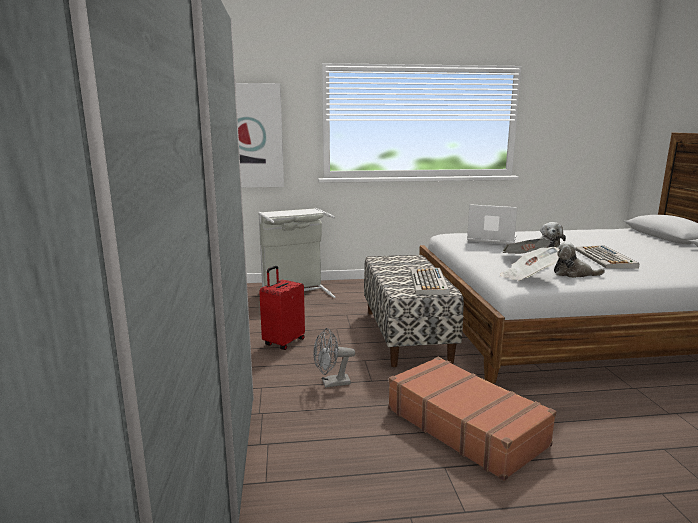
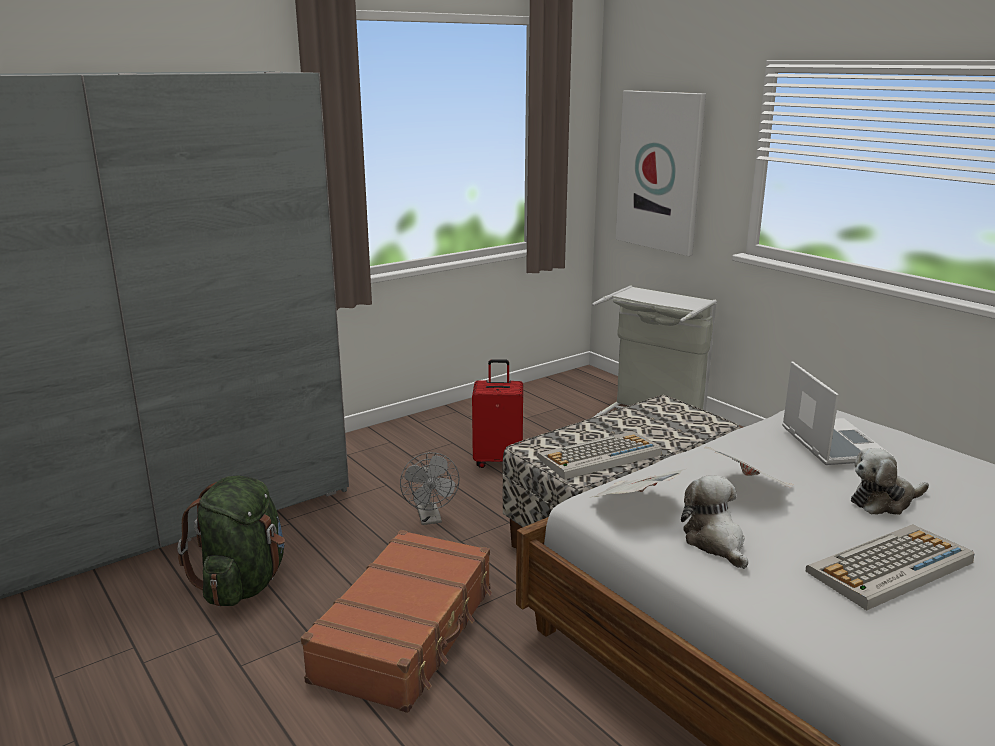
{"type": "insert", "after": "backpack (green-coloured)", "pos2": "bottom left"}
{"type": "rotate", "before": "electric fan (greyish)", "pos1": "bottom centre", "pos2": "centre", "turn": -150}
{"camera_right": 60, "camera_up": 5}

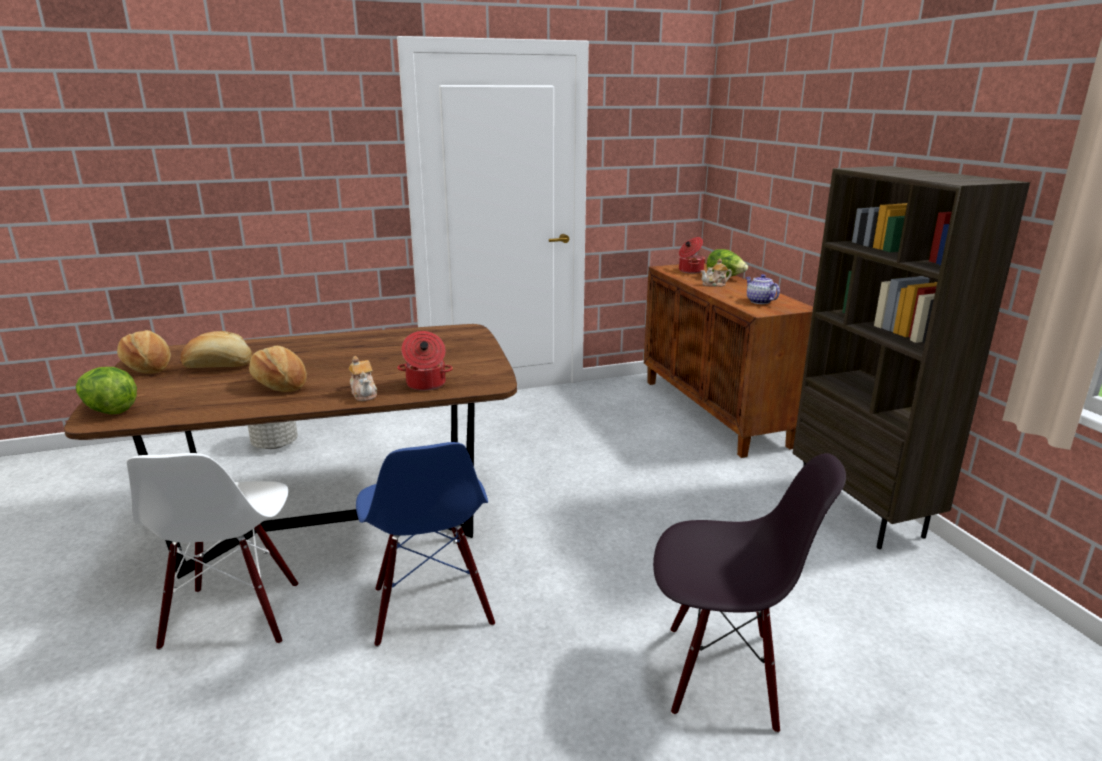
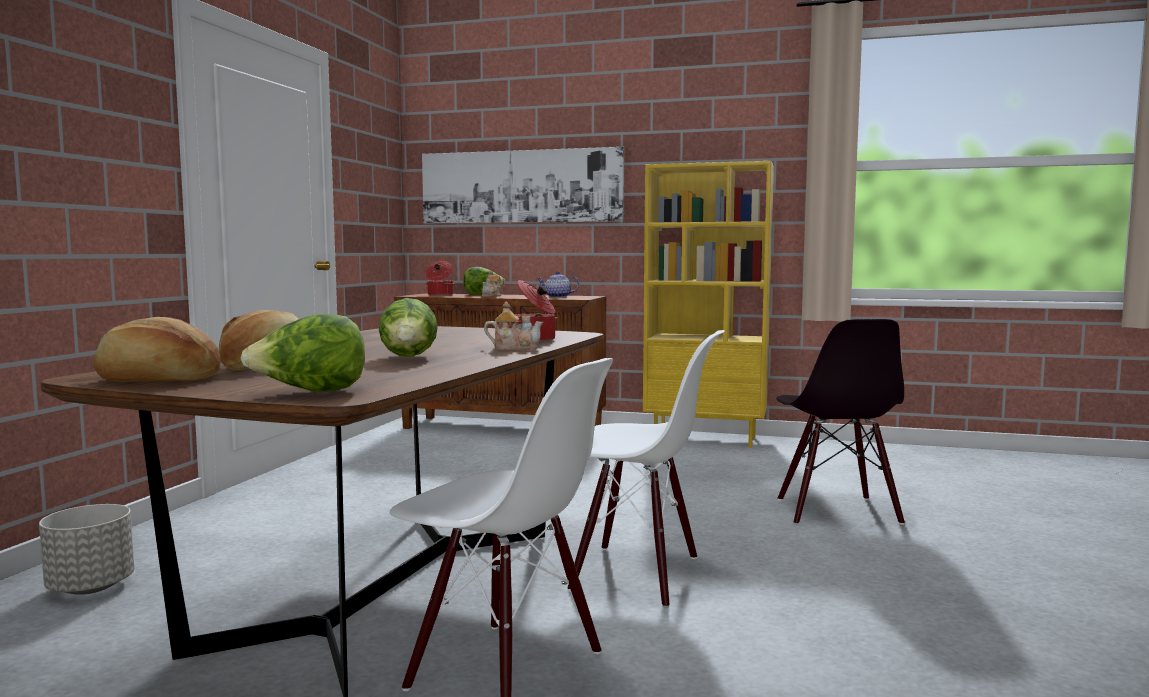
{"type": "insert", "after": "wall art", "pos2": "top centre"}
{"type": "replace", "before": "bread (3rd from left)", "after": "lettuce (2nd from left)", "pos1": "middle left", "pos2": "centre"}
{"type": "recolor", "before": "chair (blue-coloured)", "after": "chair (whitish) (2nd from left)", "pos1": "bottom centre", "pos2": "bottom centre"}
{"type": "recolor", "before": "shelving unit (brown)", "after": "shelving unit (yellow-coloured)", "pos1": "middle right", "pos2": "centre"}
{"type": "rotate", "before": "chair (black-coloured)", "pos1": "bottom right", "pos2": "middle right", "turn": 135}
{"camera_right": -55, "camera_up": -15}

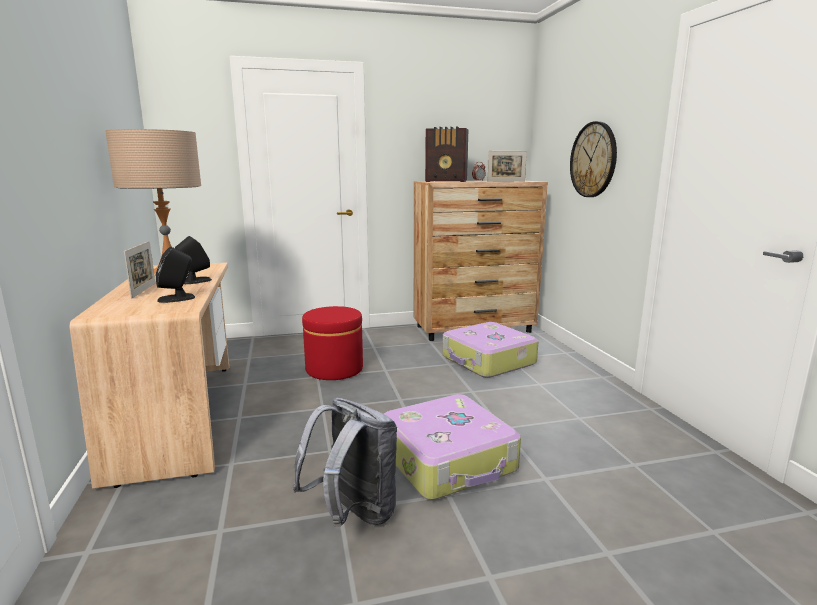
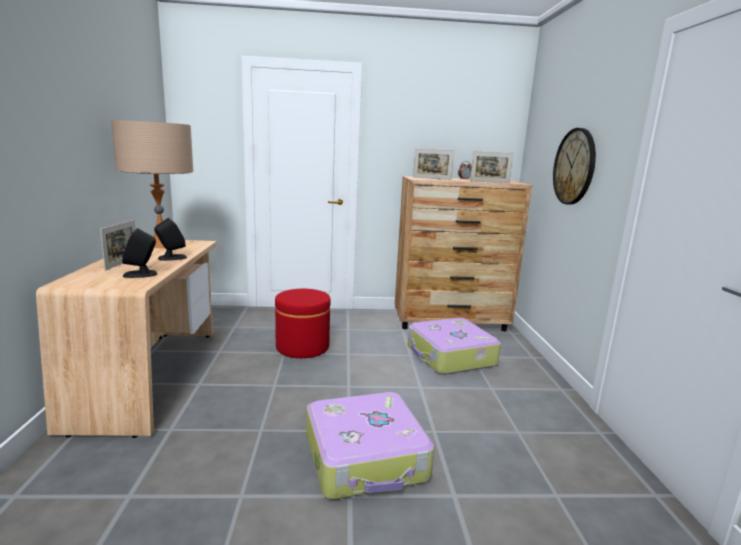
{"type": "delete", "before": "backpack (greyish)", "pos1": "bottom centre"}
{"type": "replace", "before": "radio", "after": "standing frame (2nd from left)", "pos1": "top centre", "pos2": "top centre"}
{"camera_right": 10, "camera_up": 0}

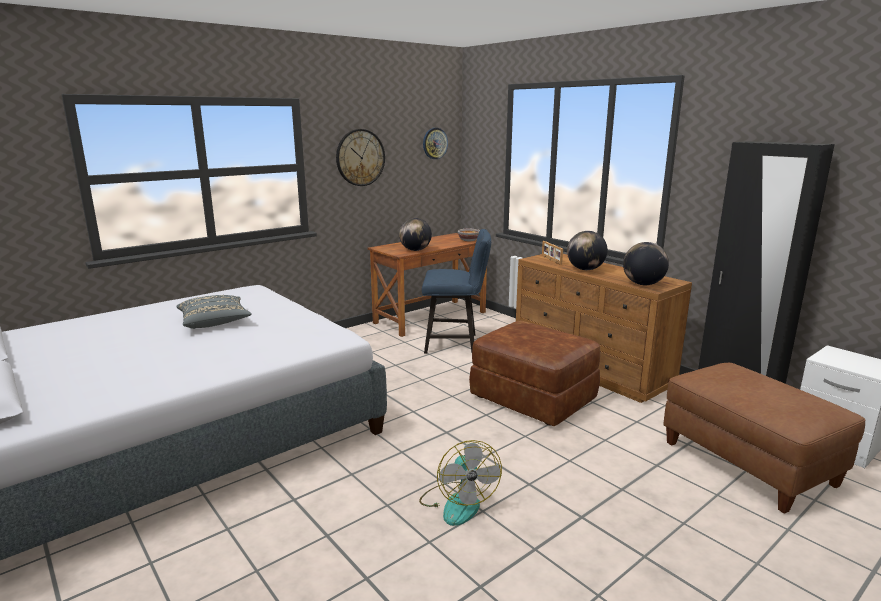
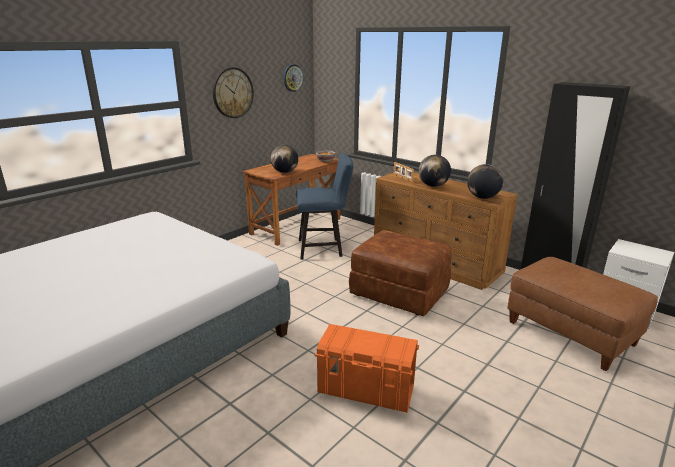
{"type": "delete", "before": "throw pillow (greyish)", "pos1": "middle left"}
{"type": "replace", "before": "electric fan", "after": "storage box (orangey)", "pos1": "bottom centre", "pos2": "bottom centre"}
{"camera_right": -10, "camera_up": 5}

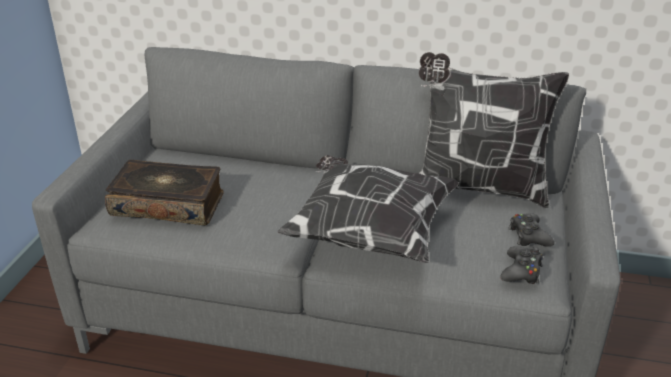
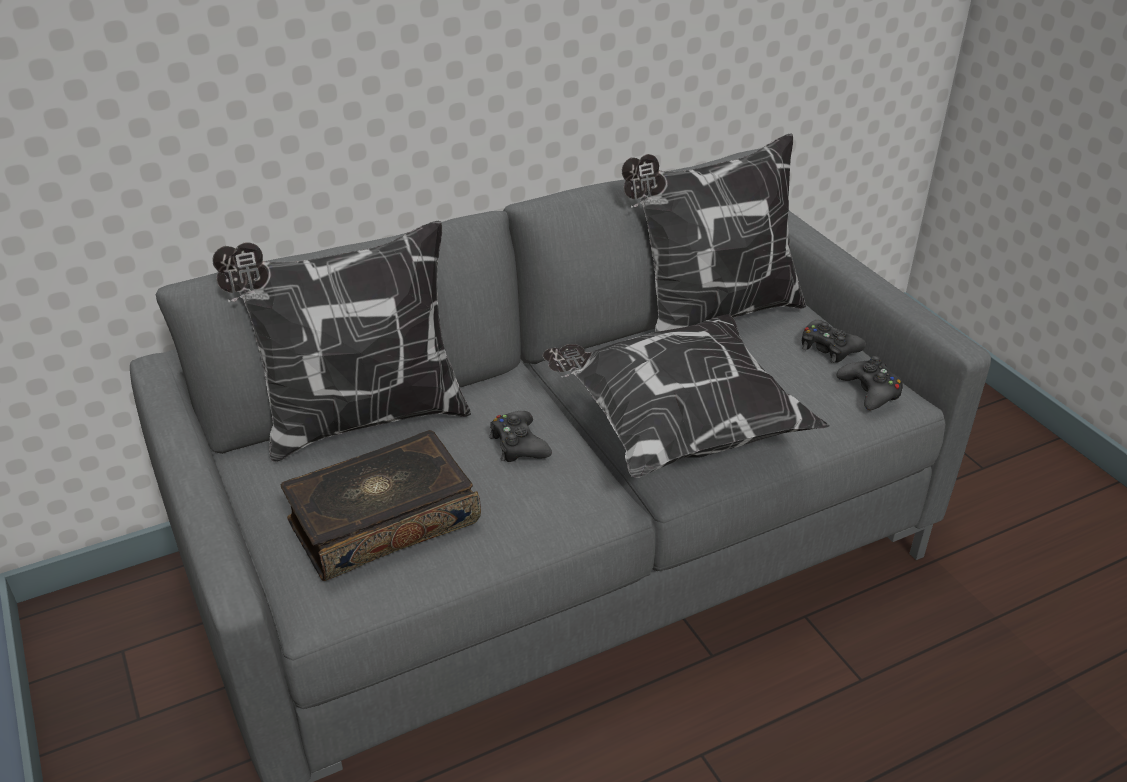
{"type": "insert", "after": "throw pillow (1st from left)", "pos2": "middle left"}
{"type": "insert", "after": "joypad (black-coloured) (1st from left)", "pos2": "centre"}
{"camera_right": -40, "camera_up": 5}

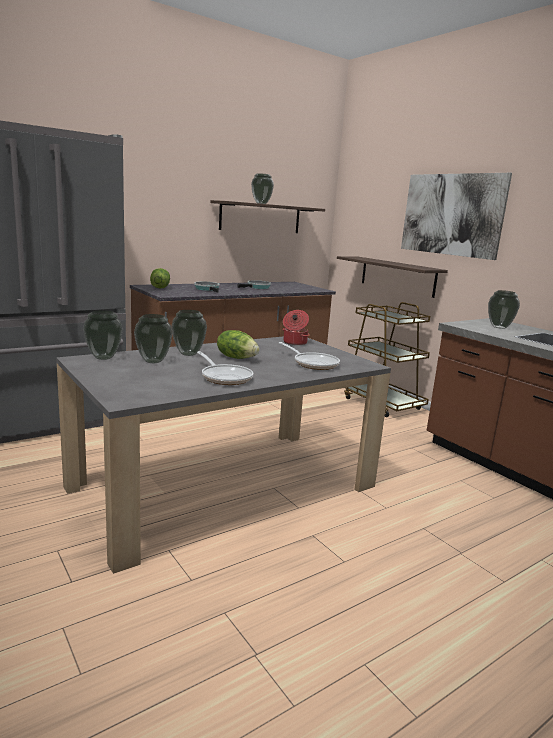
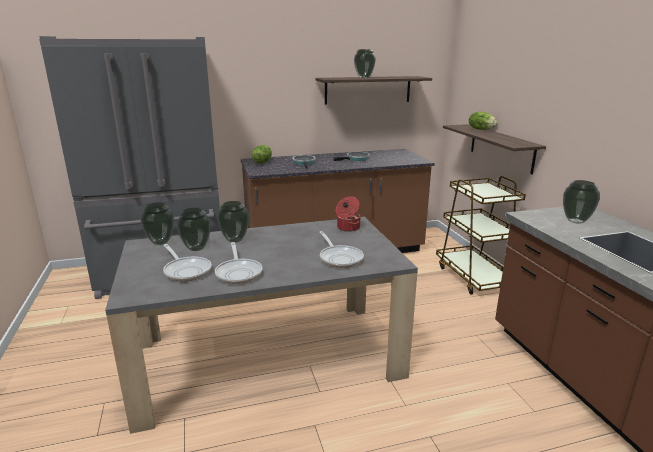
{"type": "delete", "before": "wall art", "pos1": "top right"}
{"type": "insert", "after": "pan (1st from left)", "pos2": "middle left"}
{"type": "move", "before": "lettuce (2nd from left)", "pos1": "centre", "pos2": "top right"}
{"camera_right": 20, "camera_up": 5}

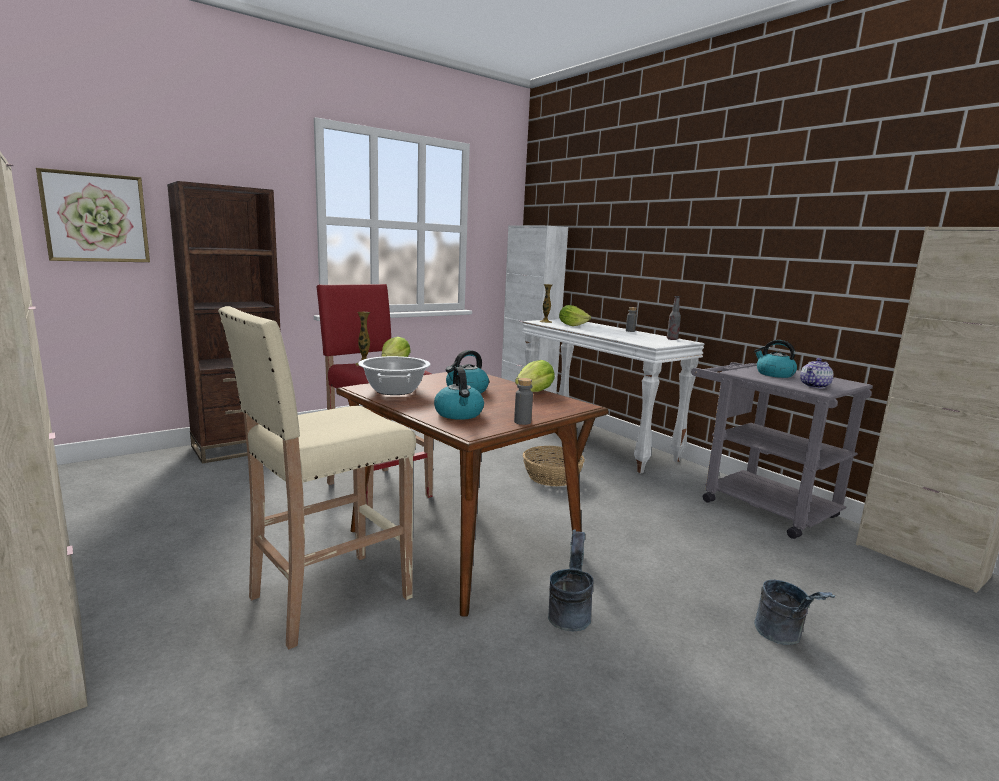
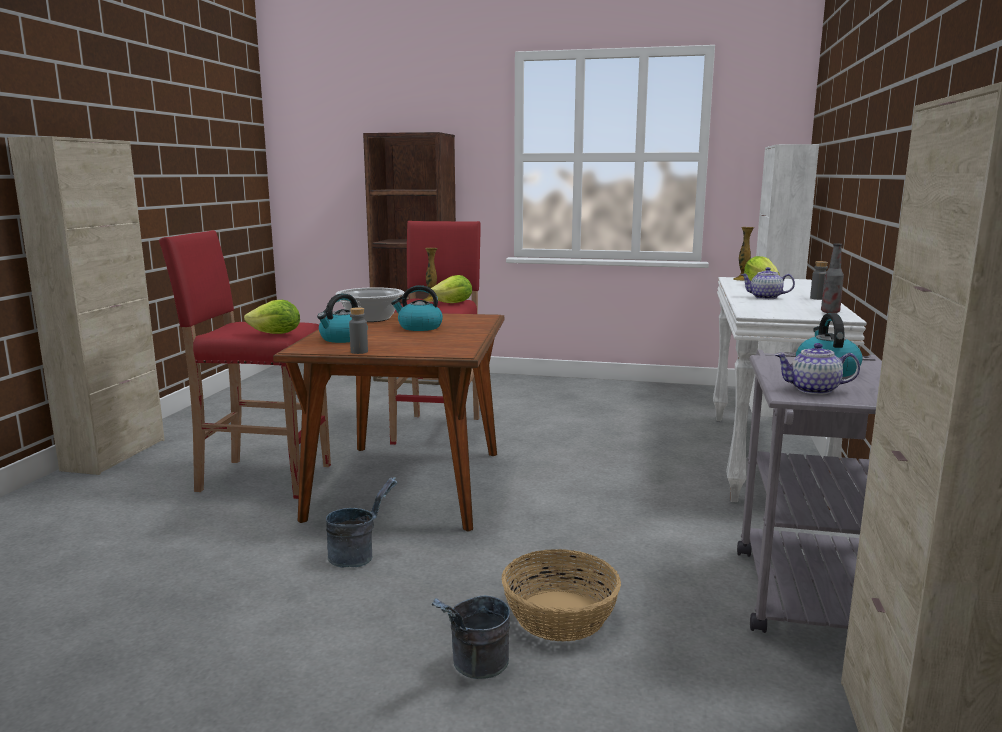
{"type": "delete", "before": "wall art", "pos1": "top left"}
{"type": "insert", "after": "pot for tea (1st from left)", "pos2": "middle right"}
{"type": "move", "before": "lettuce (2nd from left in the first image)", "after": "lettuce (1st from left)", "pos1": "centre", "pos2": "middle left"}
{"type": "move", "before": "storage basket", "pos1": "centre", "pos2": "bottom centre"}
{"type": "recolor", "before": "stool seat (beige-coloured)", "after": "stool seat (reddish) (1st from left)", "pos1": "middle left", "pos2": "middle left"}
{"camera_right": 50, "camera_up": 0}

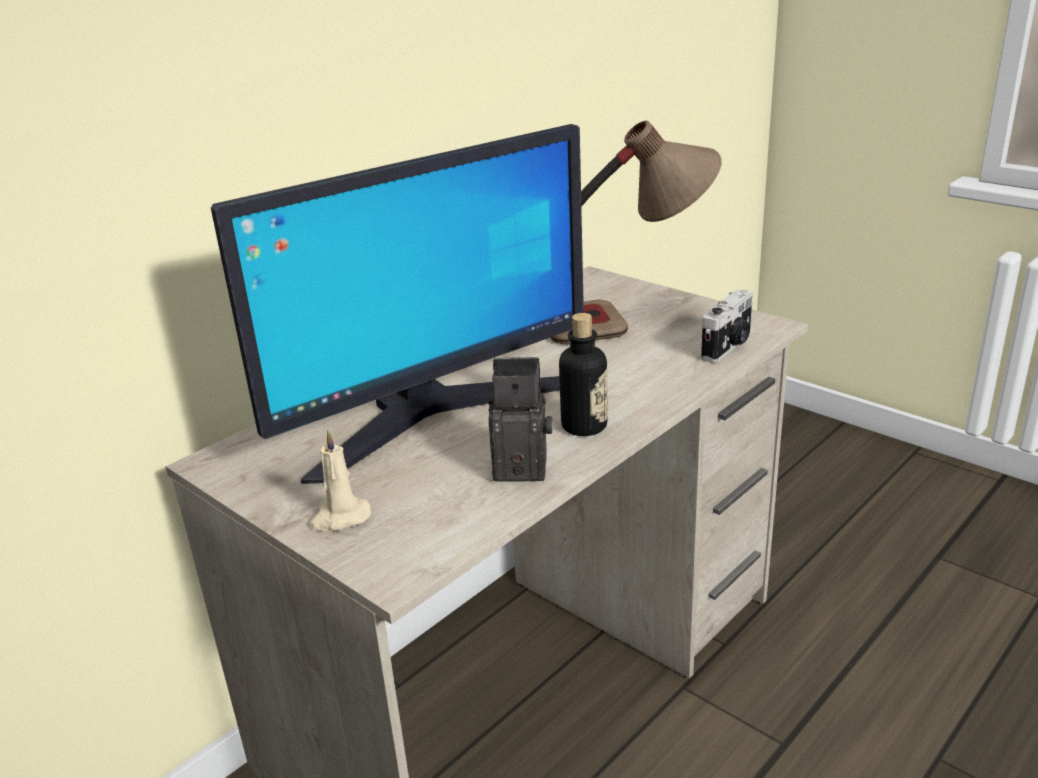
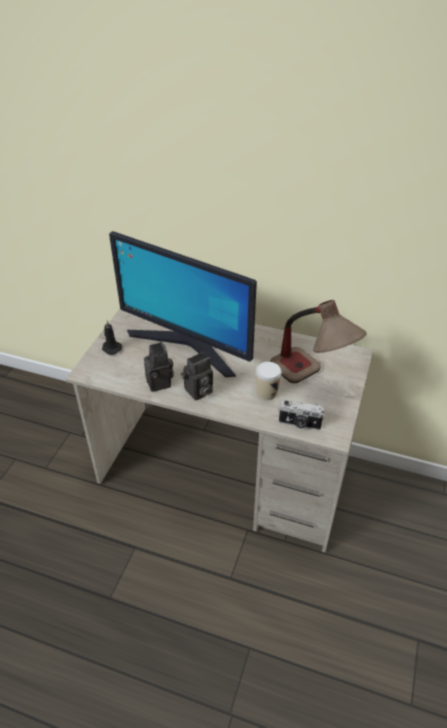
{"type": "insert", "after": "cup", "pos2": "centre"}
{"type": "replace", "before": "drink bottle", "after": "still camera (2nd from left)", "pos1": "centre", "pos2": "centre"}
{"type": "recolor", "before": "wax light (beige-coloured)", "after": "wax light (black-coloured)", "pos1": "middle left", "pos2": "middle left"}
{"camera_right": 65, "camera_up": 15}

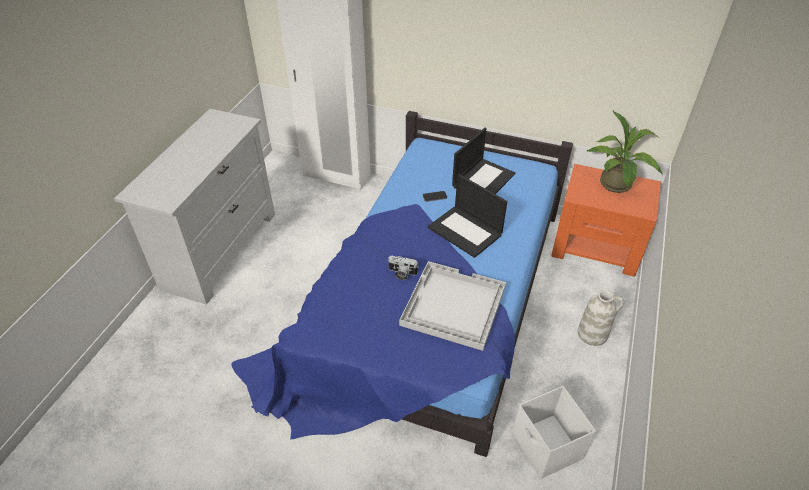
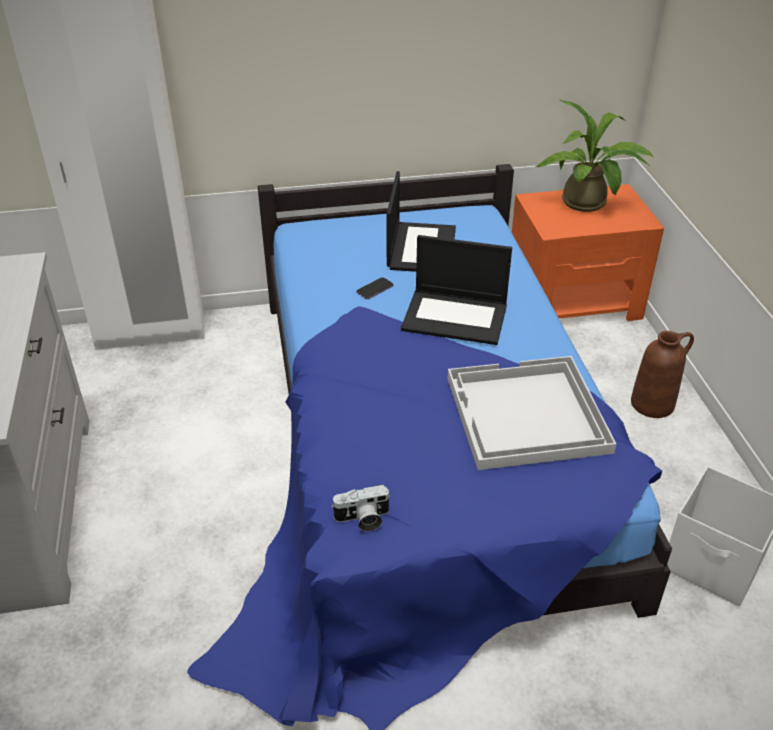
{"type": "move", "before": "still camera", "pos1": "centre", "pos2": "bottom centre"}
{"type": "recolor", "before": "vase (whitish)", "after": "vase (brown)", "pos1": "middle right", "pos2": "middle right"}
{"camera_right": -30, "camera_up": -5}

